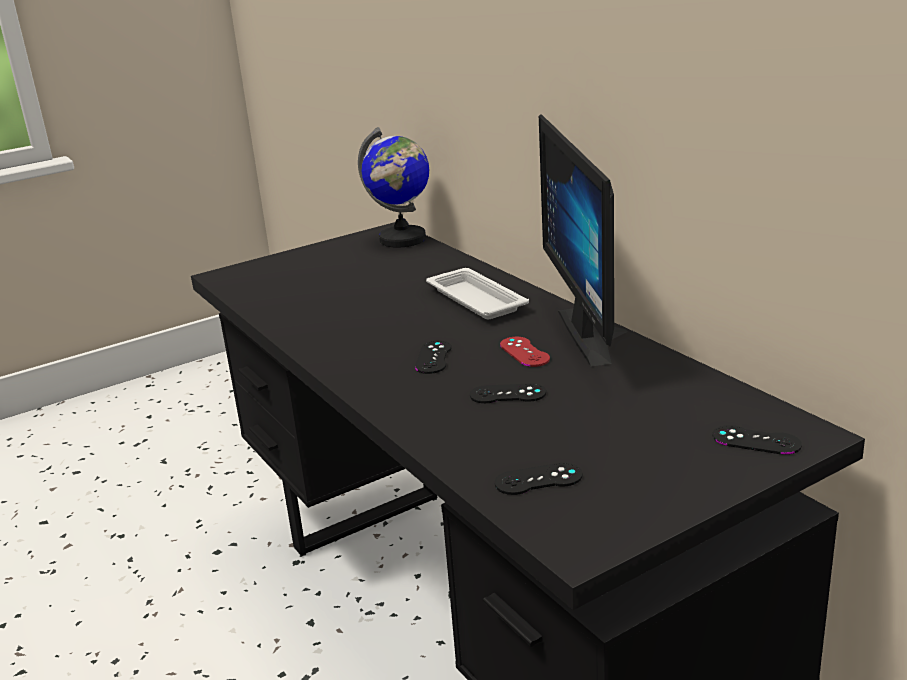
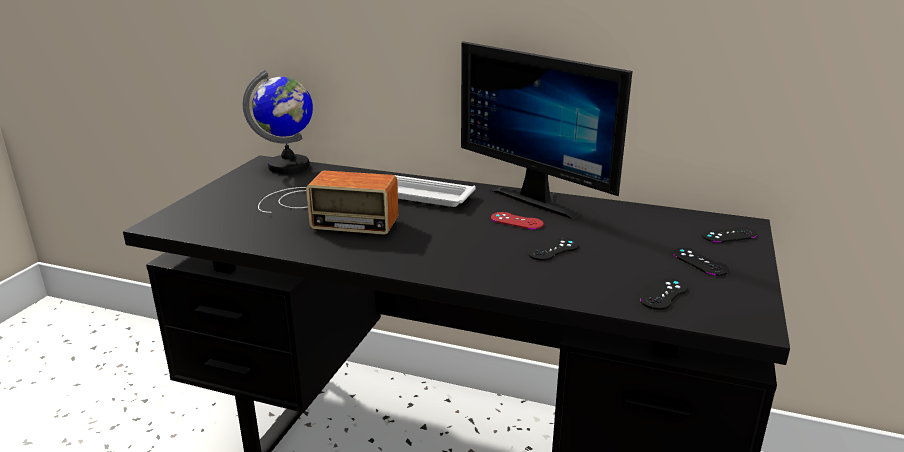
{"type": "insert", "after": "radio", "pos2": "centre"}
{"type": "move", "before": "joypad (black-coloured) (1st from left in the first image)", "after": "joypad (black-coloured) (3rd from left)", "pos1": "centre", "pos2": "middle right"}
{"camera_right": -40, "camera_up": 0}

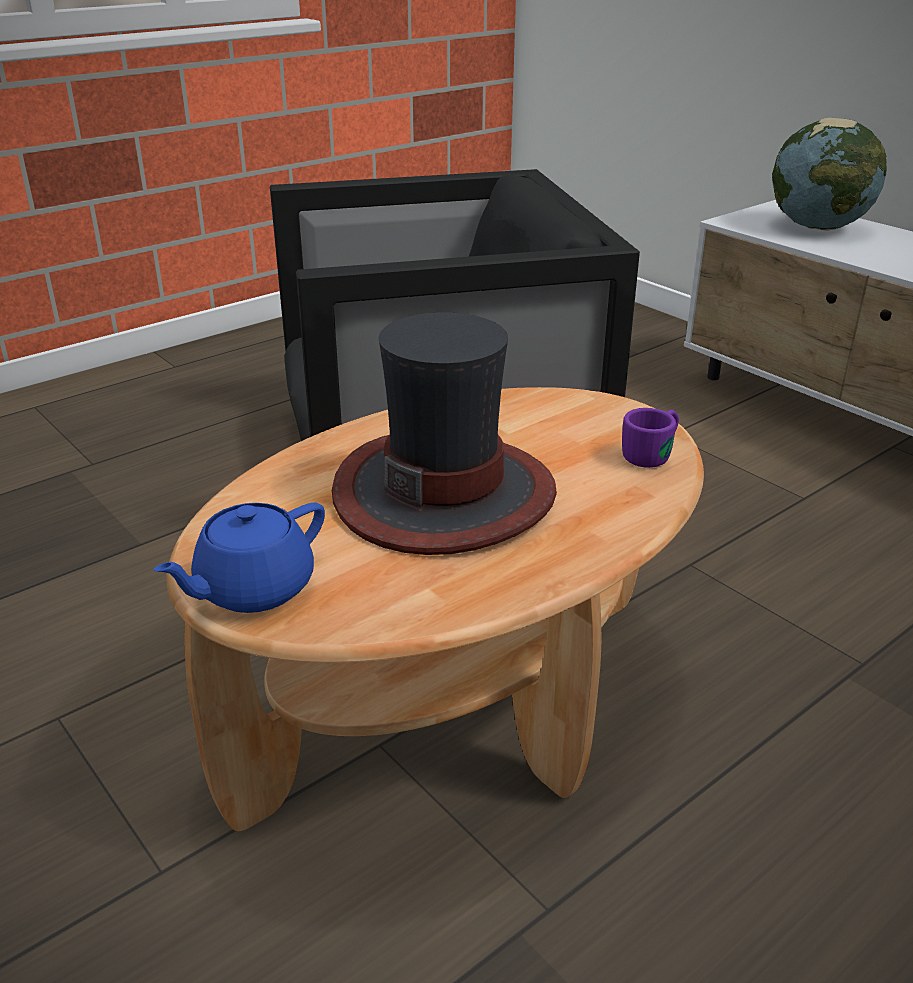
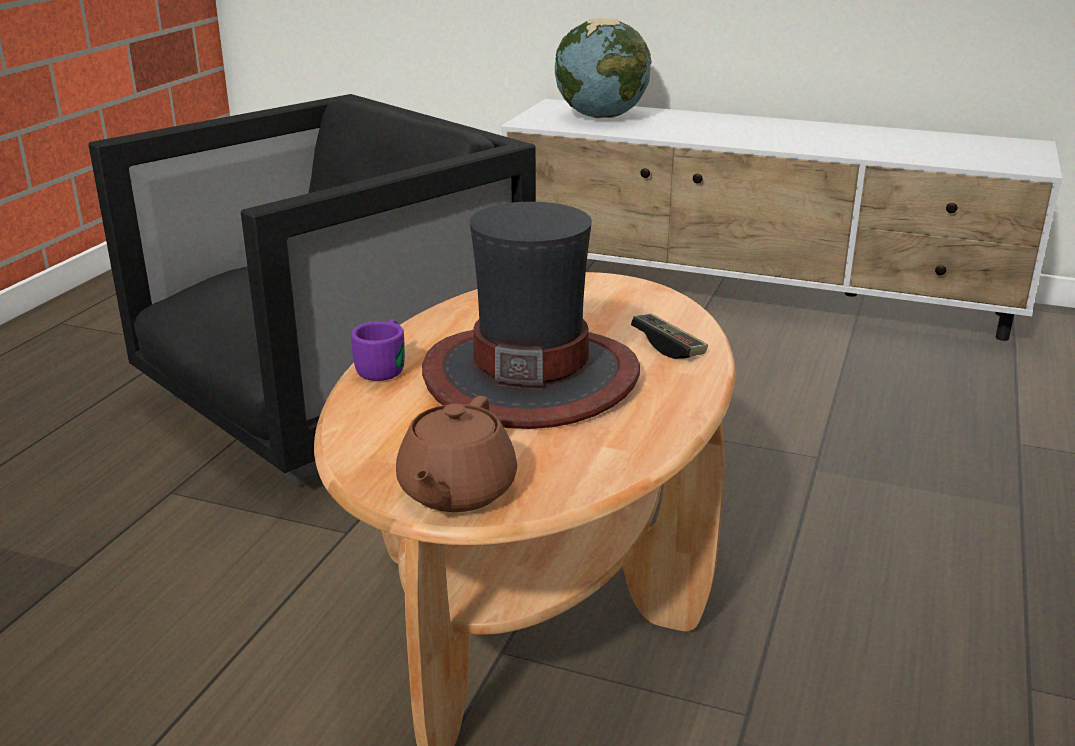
{"type": "insert", "after": "joypad", "pos2": "centre"}
{"type": "move", "before": "tea mug (purple-coloured)", "pos1": "middle right", "pos2": "centre"}
{"type": "recolor", "before": "pot for tea (blue-coloured)", "after": "pot for tea (brown)", "pos1": "middle left", "pos2": "centre"}
{"camera_right": -30, "camera_up": -5}

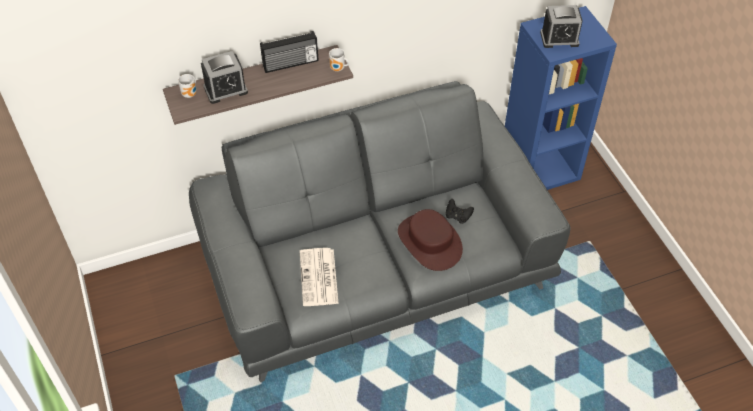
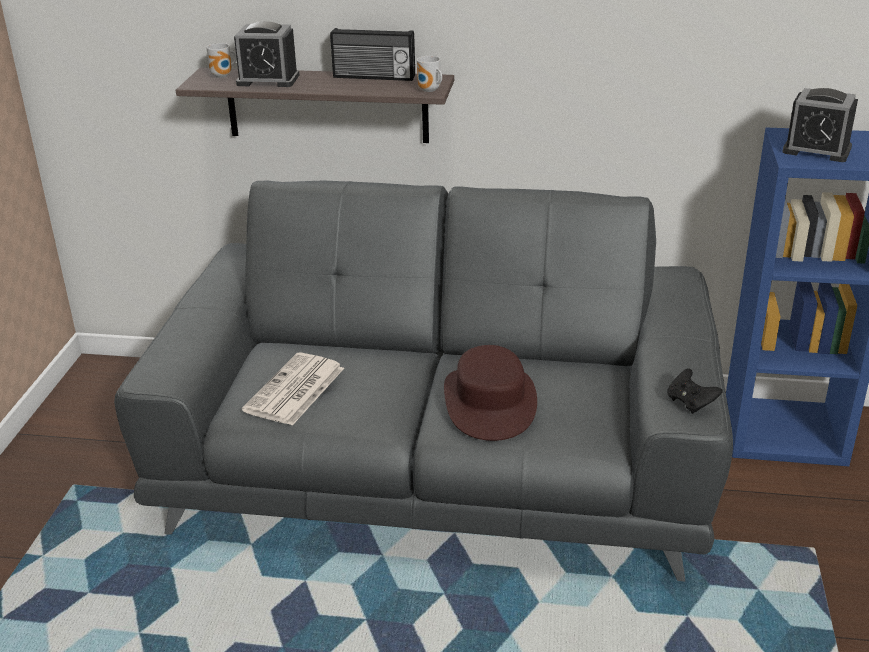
{"type": "move", "before": "joypad (black-coloured)", "pos1": "centre", "pos2": "middle right"}
{"camera_right": 30, "camera_up": -20}

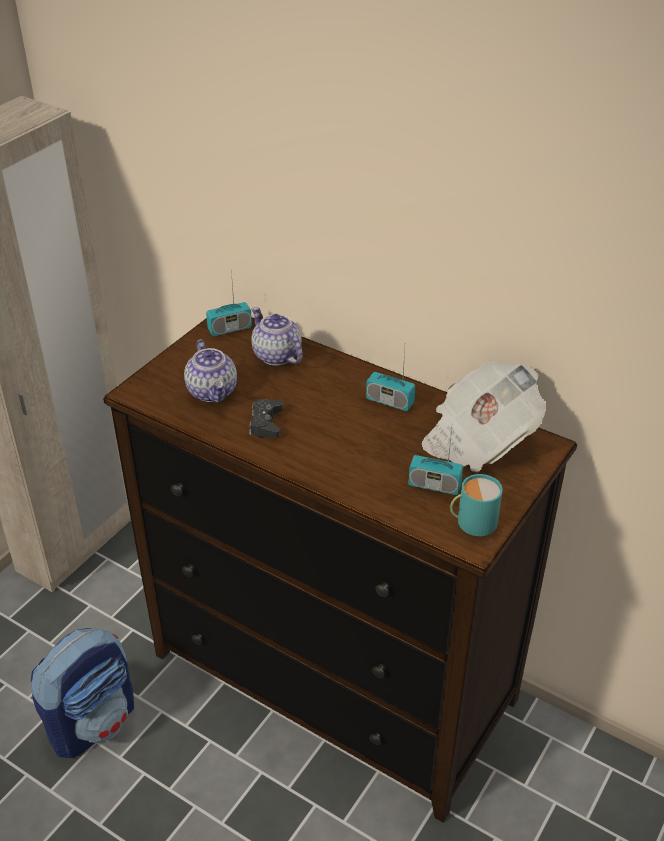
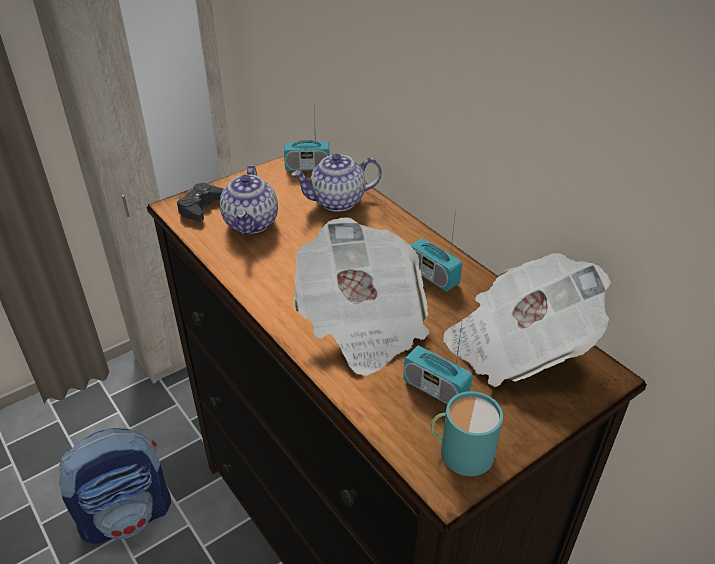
{"type": "insert", "after": "daily paper (1st from left)", "pos2": "centre"}
{"type": "move", "before": "joypad (black-coloured)", "pos1": "centre", "pos2": "middle left"}
{"type": "rotate", "before": "pot for tea (2nd from left)", "pos1": "centre", "pos2": "top centre", "turn": -90}
{"camera_right": 20, "camera_up": 0}

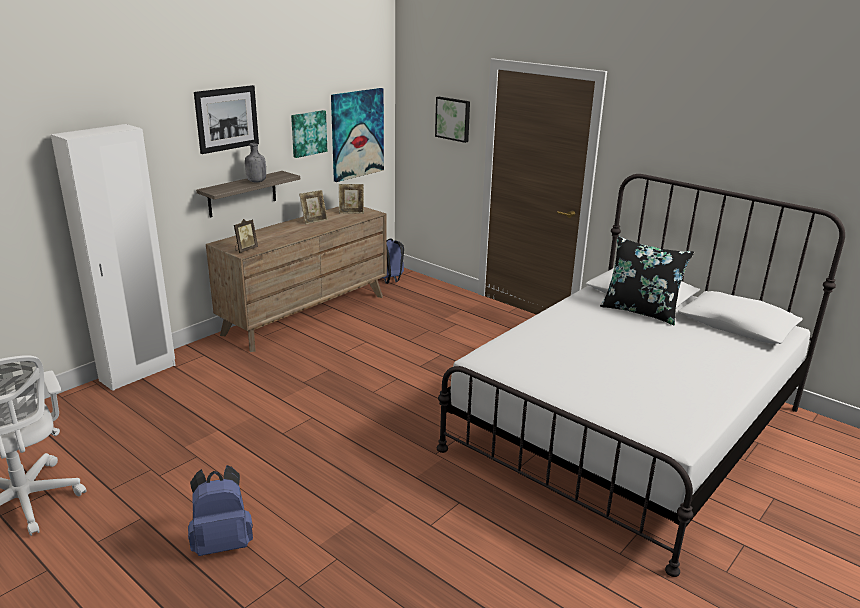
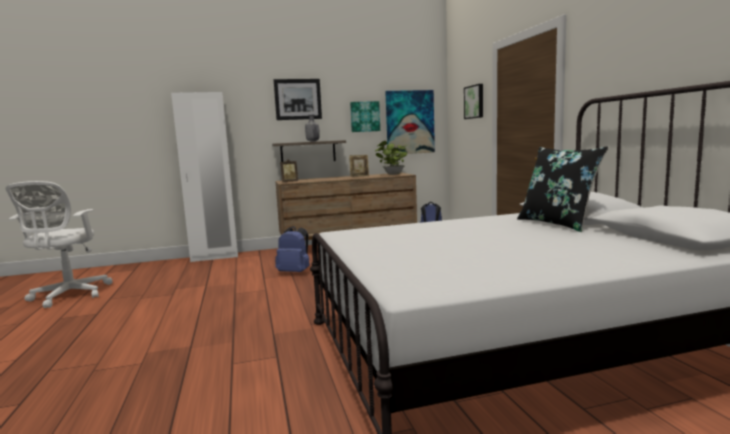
{"type": "move", "before": "backpack (blue-coloured) (1st from left)", "pos1": "bottom left", "pos2": "centre"}
{"type": "replace", "before": "standing frame (3rd from left)", "after": "houseplant", "pos1": "top centre", "pos2": "centre"}
{"camera_right": 35, "camera_up": -15}

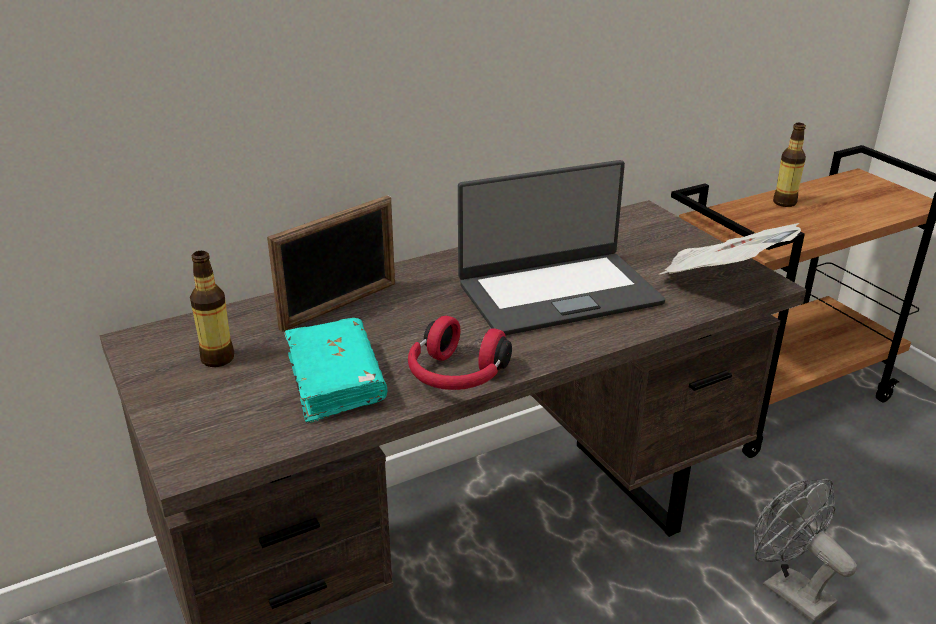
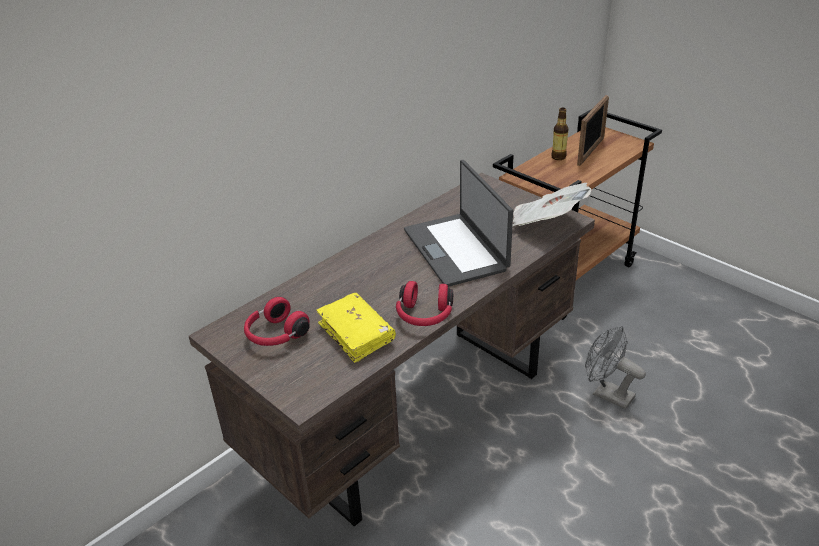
{"type": "move", "before": "standing frame", "pos1": "centre", "pos2": "top right"}
{"type": "replace", "before": "drink bottle (1st from left)", "after": "headphones (reddish) (1st from left)", "pos1": "middle left", "pos2": "centre"}
{"type": "recolor", "before": "bound book (blue-green)", "after": "bound book (yellow-coloured)", "pos1": "centre", "pos2": "centre"}
{"type": "rotate", "before": "portable computer", "pos1": "centre", "pos2": "centre", "turn": 105}
{"camera_right": -15, "camera_up": 5}

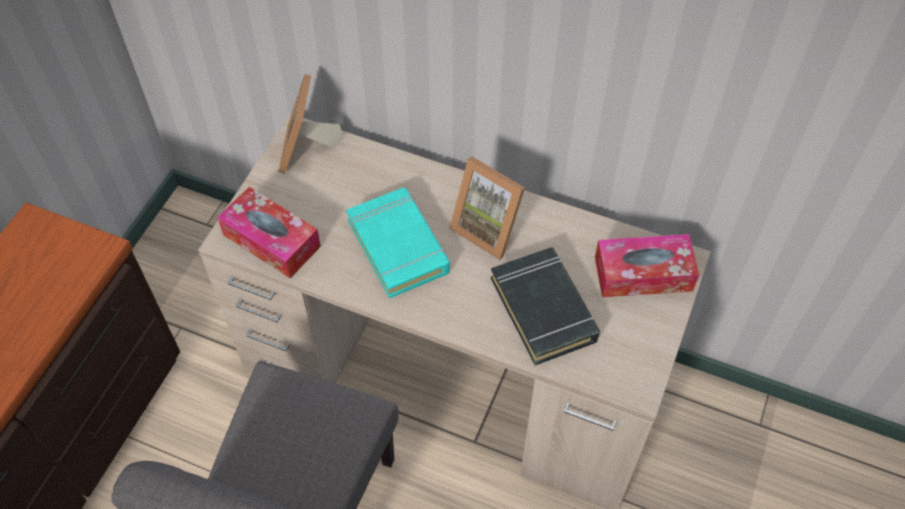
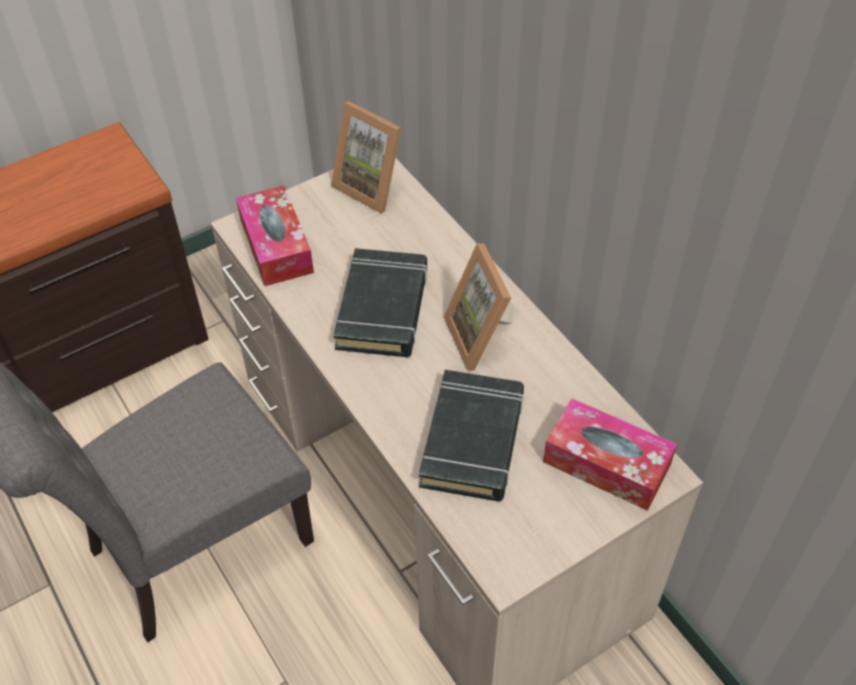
{"type": "recolor", "before": "bound book (blue-green)", "after": "bound book (black-coloured) (1st from left)", "pos1": "centre", "pos2": "centre"}
{"type": "rotate", "before": "standing frame (1st from left)", "pos1": "top centre", "pos2": "top centre", "turn": -90}
{"camera_right": 35, "camera_up": -5}

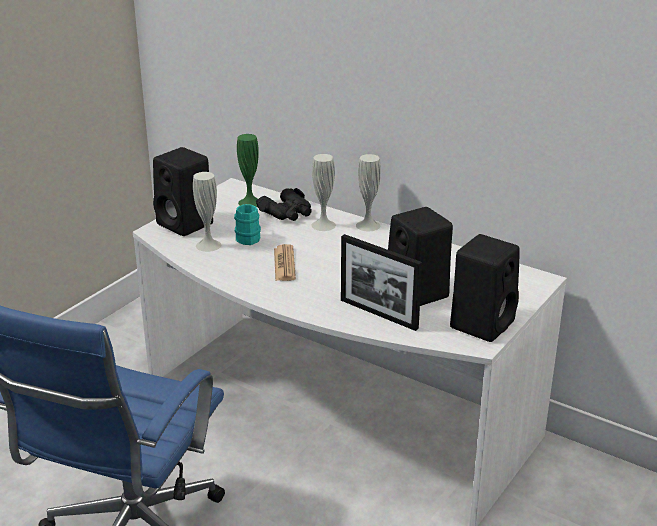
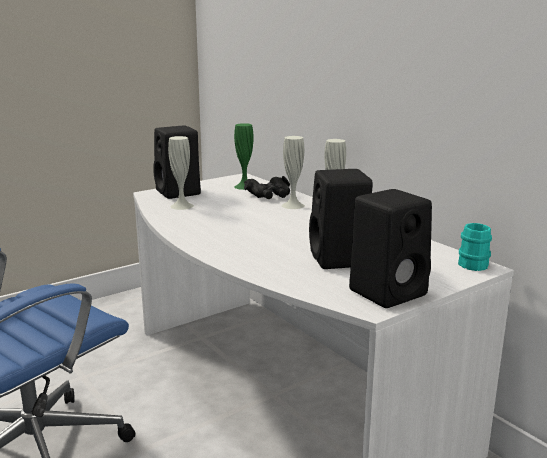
{"type": "delete", "before": "daily paper", "pos1": "centre"}
{"type": "delete", "before": "standing frame", "pos1": "centre"}
{"type": "move", "before": "tea mug (blue-green)", "pos1": "centre", "pos2": "middle right"}
{"camera_right": 20, "camera_up": -10}

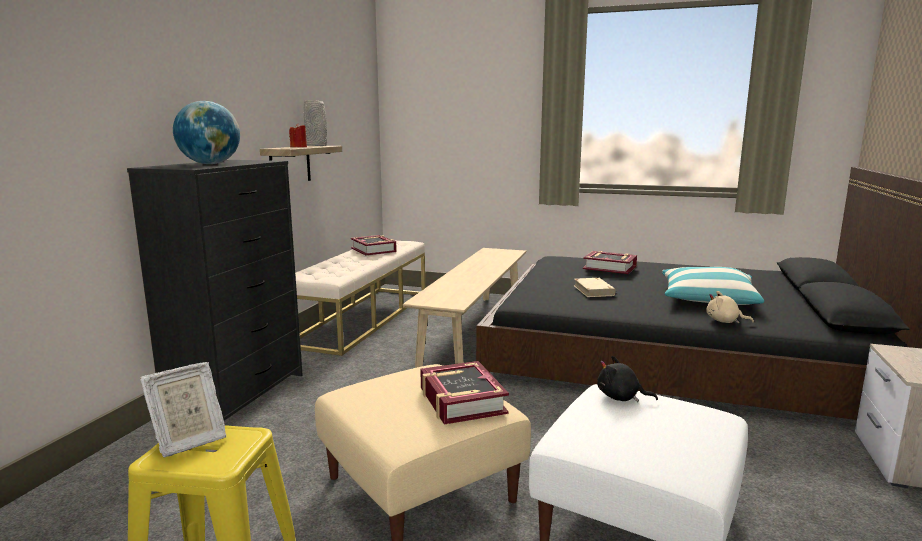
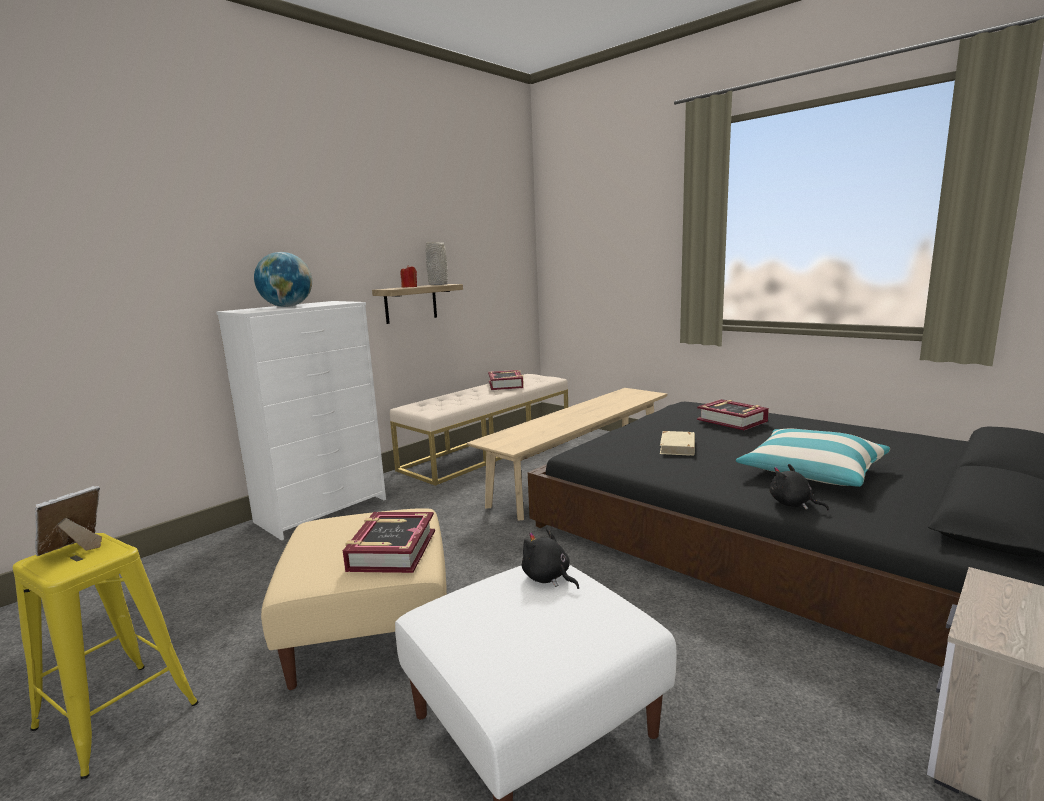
{"type": "recolor", "before": "chest of drawers (black-coloured)", "after": "chest of drawers (whitish)", "pos1": "middle left", "pos2": "middle left"}
{"type": "recolor", "before": "soft toy (beige-coloured)", "after": "soft toy (black-coloured) (2nd from left)", "pos1": "middle right", "pos2": "middle right"}
{"type": "rotate", "before": "standing frame", "pos1": "bottom left", "pos2": "middle left", "turn": 135}
{"camera_right": 25, "camera_up": 0}

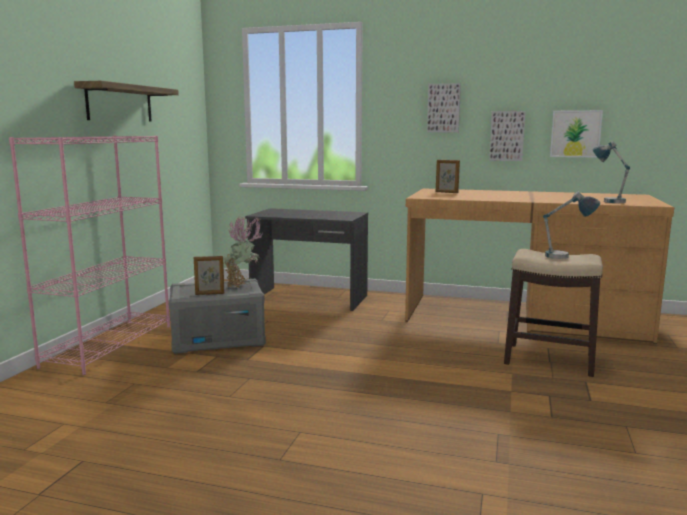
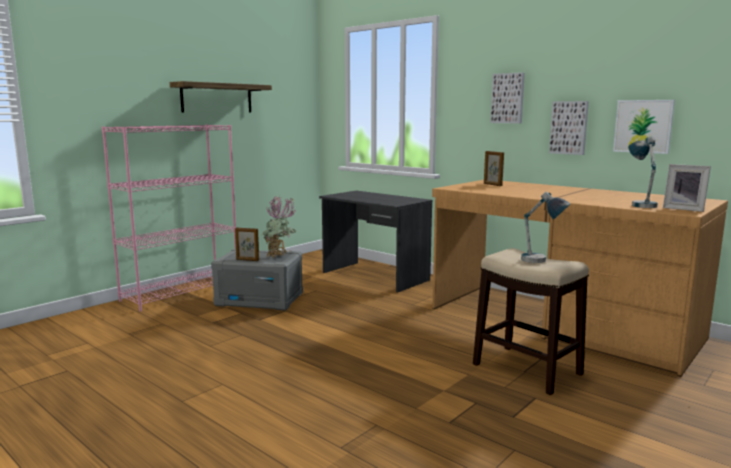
{"type": "insert", "after": "standing frame (3rd from left)", "pos2": "middle right"}
{"camera_right": 25, "camera_up": 0}

